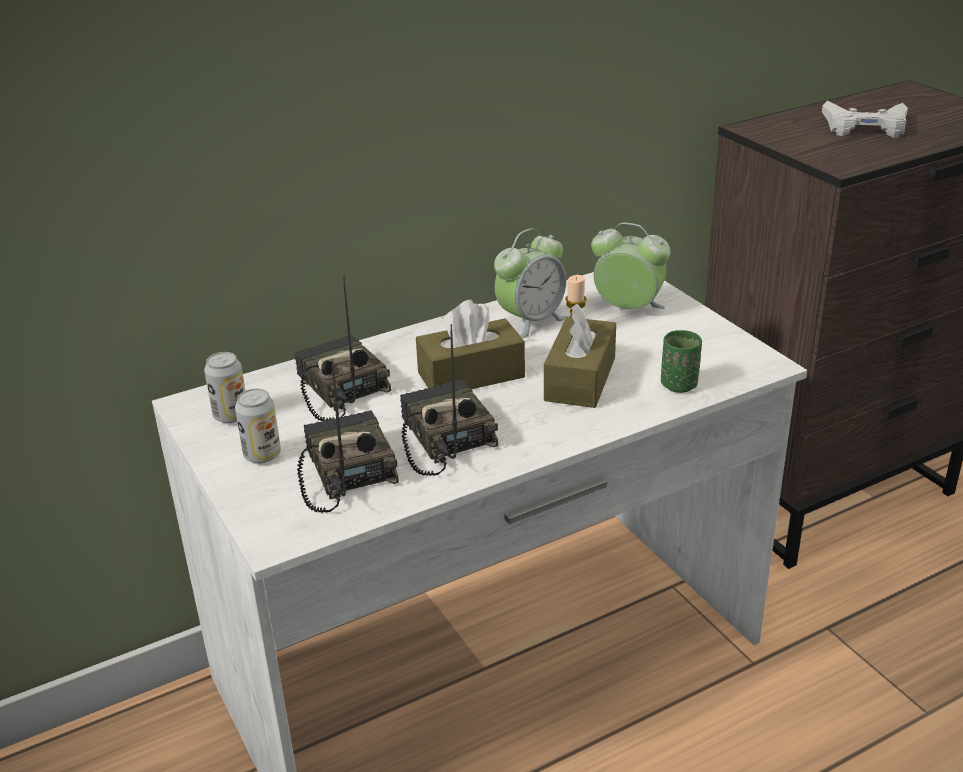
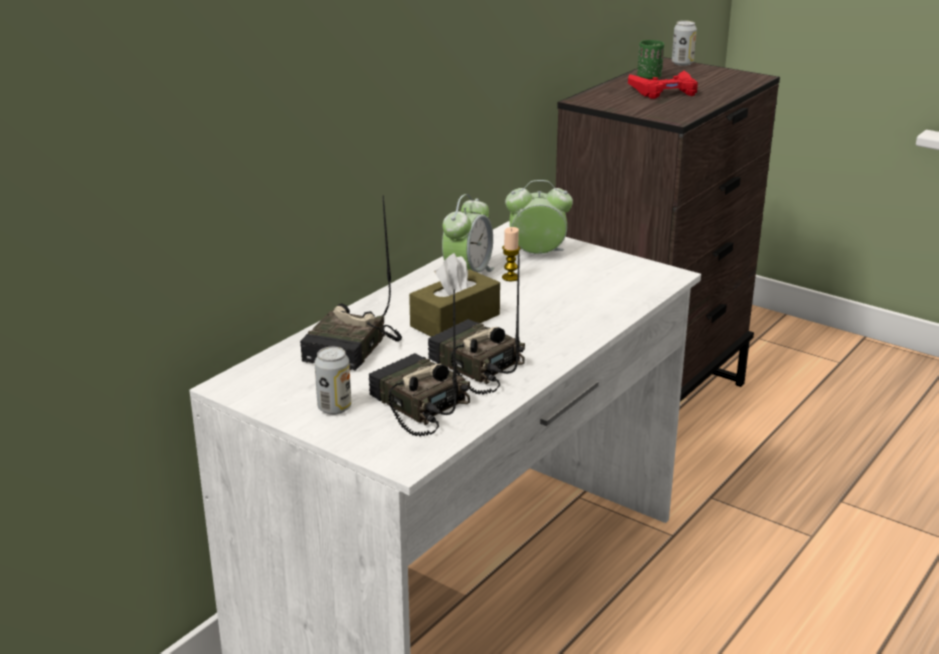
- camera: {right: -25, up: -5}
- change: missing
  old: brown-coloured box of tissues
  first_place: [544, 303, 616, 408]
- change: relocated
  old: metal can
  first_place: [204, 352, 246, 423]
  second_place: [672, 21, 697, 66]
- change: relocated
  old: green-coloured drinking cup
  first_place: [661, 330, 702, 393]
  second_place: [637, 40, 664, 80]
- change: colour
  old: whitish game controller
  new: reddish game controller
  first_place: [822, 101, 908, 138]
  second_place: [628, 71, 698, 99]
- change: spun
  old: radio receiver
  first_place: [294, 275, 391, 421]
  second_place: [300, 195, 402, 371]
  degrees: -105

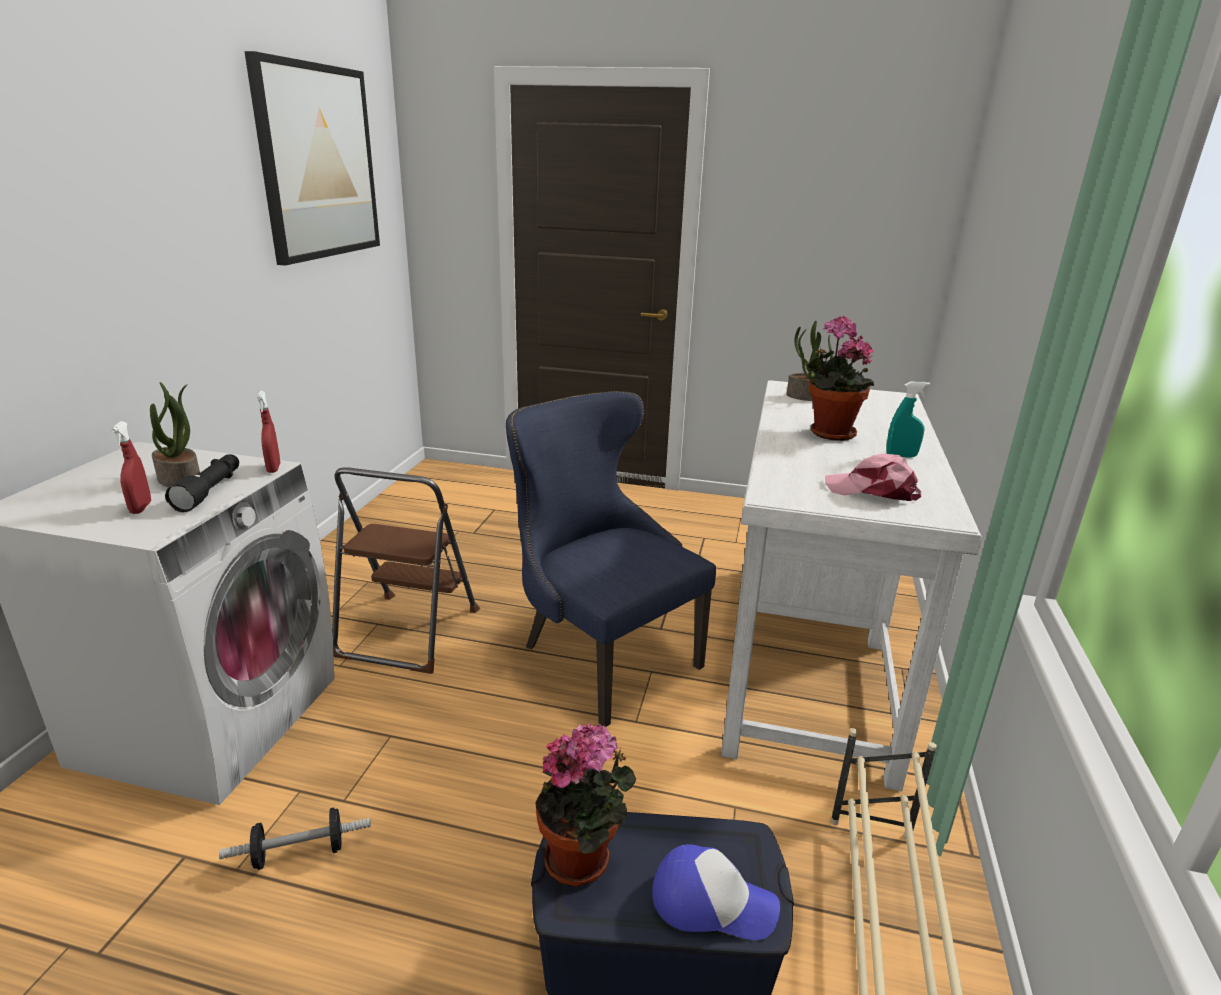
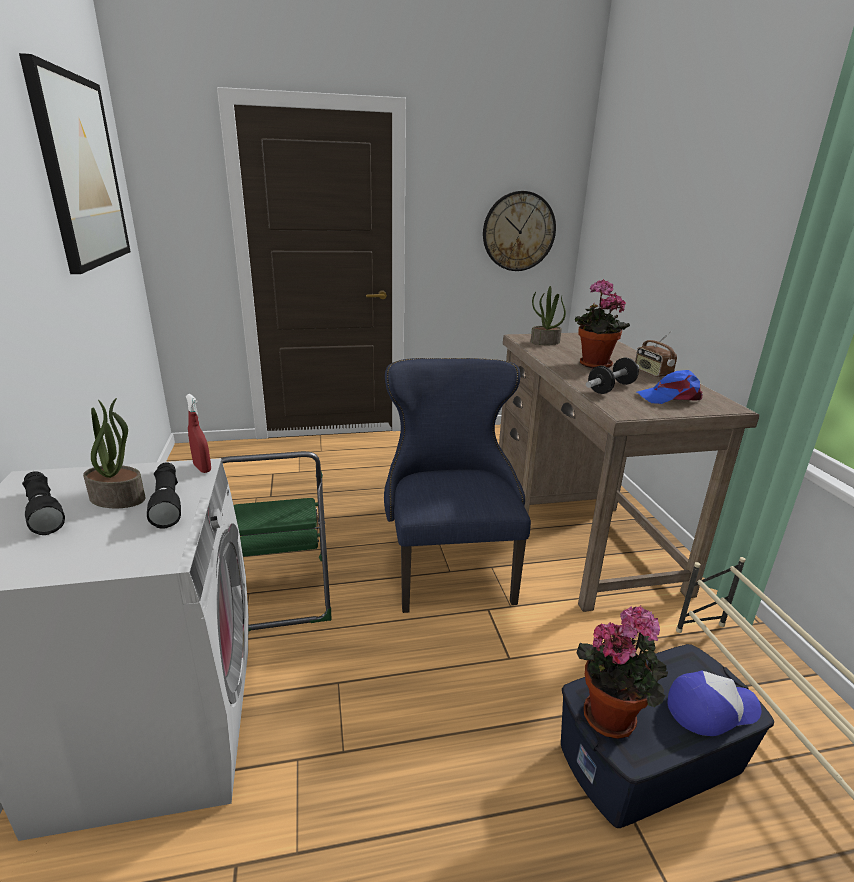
- camera: {right: -25, up: 0}
- change: missing
  old: reddish hand sprayer
  first_place: [111, 421, 151, 514]
- change: appeared
  new: black-coloured torch
  second_place: [22, 471, 65, 535]
- change: appeared
  new: wall clock
  second_place: [483, 191, 556, 271]
- change: relocated
  old: dumbbell
  first_place: [219, 808, 371, 870]
  second_place: [586, 357, 639, 394]
- change: exchanged
  old: blue-green hand sprayer
  new: radio receiver
  first_place: [886, 382, 930, 458]
  second_place: [635, 332, 677, 377]
- change: colour
  old: brown-coloured step ladder
  new: green-coloured step ladder
  first_place: [332, 467, 480, 674]
  second_place: [221, 451, 332, 631]
- change: colour
  old: whitish desk
  new: brown-coloured desk
  first_place: [721, 380, 982, 791]
  second_place: [499, 333, 759, 612]
- change: colour
  old: pinkish peaked cap
  new: blue peaked cap
  first_place: [825, 454, 921, 501]
  second_place: [637, 370, 703, 404]
- change: spun
  old: blue plain chair
  first_place: [506, 391, 716, 727]
  second_place: [384, 358, 531, 613]
  degrees: 60

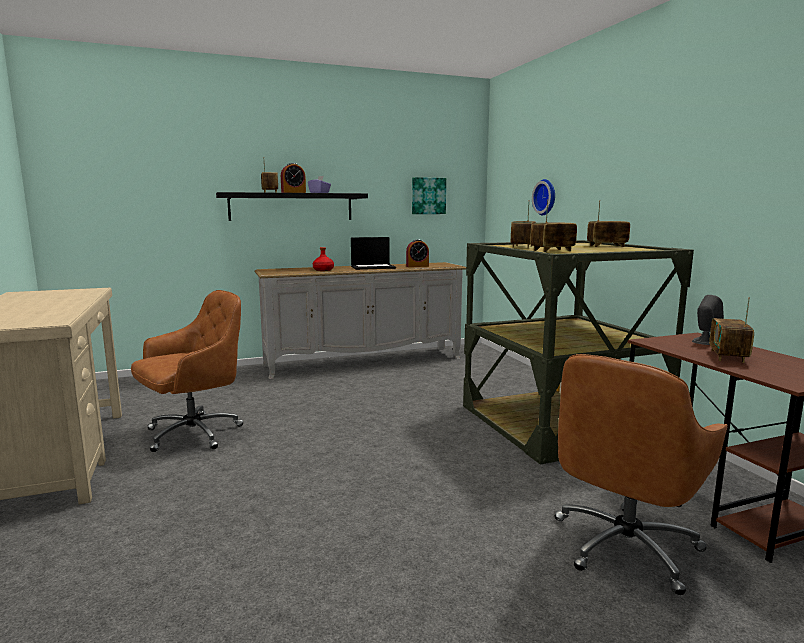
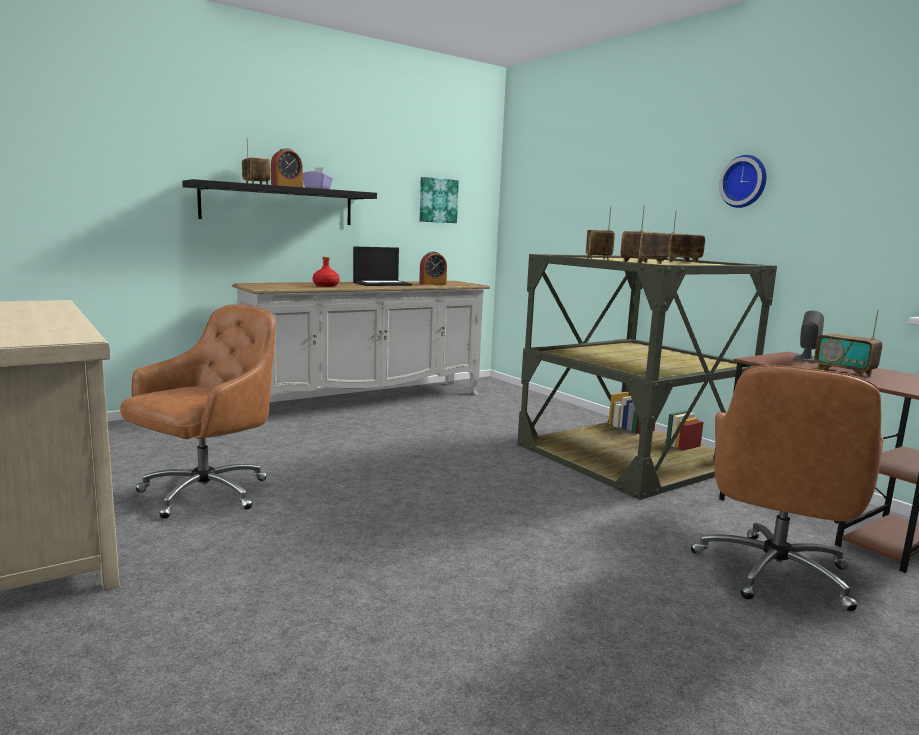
- camera: {right: -15, up: 0}
- change: relocated
  old: wall clock
  first_place: [532, 179, 555, 215]
  second_place: [719, 155, 767, 208]
- change: spun
  old: radio receiver
  first_place: [709, 297, 754, 363]
  second_place: [814, 310, 882, 378]
  degrees: -45

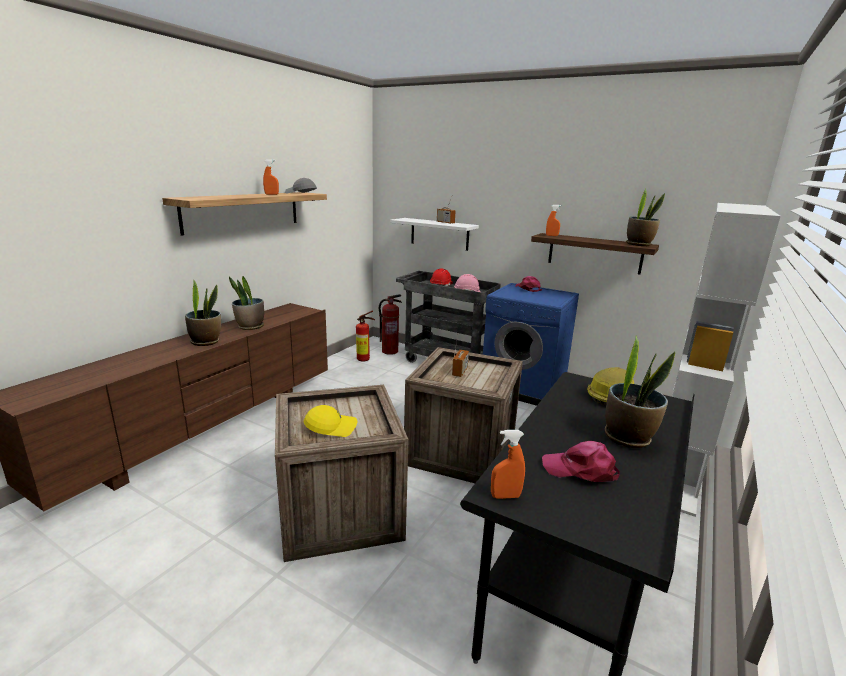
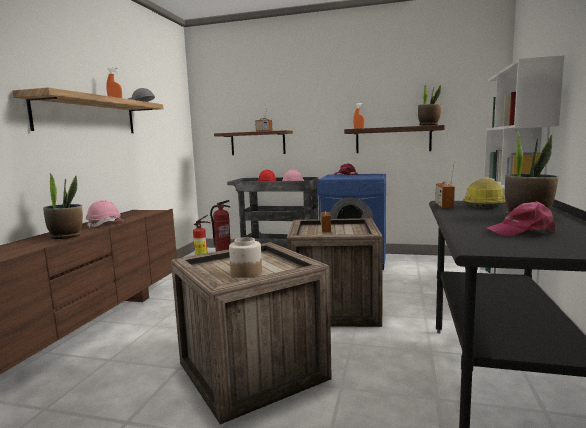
- camera: {right: -15, up: -10}
- change: missing
  old: orange hand sprayer
  first_place: [491, 430, 525, 499]
- change: appeared
  new: radio receiver
  second_place: [435, 161, 455, 209]
- change: exchanged
  old: houseplant
  new: pinkish hard hat
  first_place: [229, 276, 264, 330]
  second_place: [86, 200, 124, 228]
- change: exchanged
  old: yellow-coloured peaked cap
  new: storage jar
  first_place: [304, 405, 357, 437]
  second_place: [229, 237, 262, 278]
- change: colour
  old: whitish shelf
  new: brown-coloured shelf
  first_place: [390, 218, 479, 251]
  second_place: [214, 130, 293, 155]

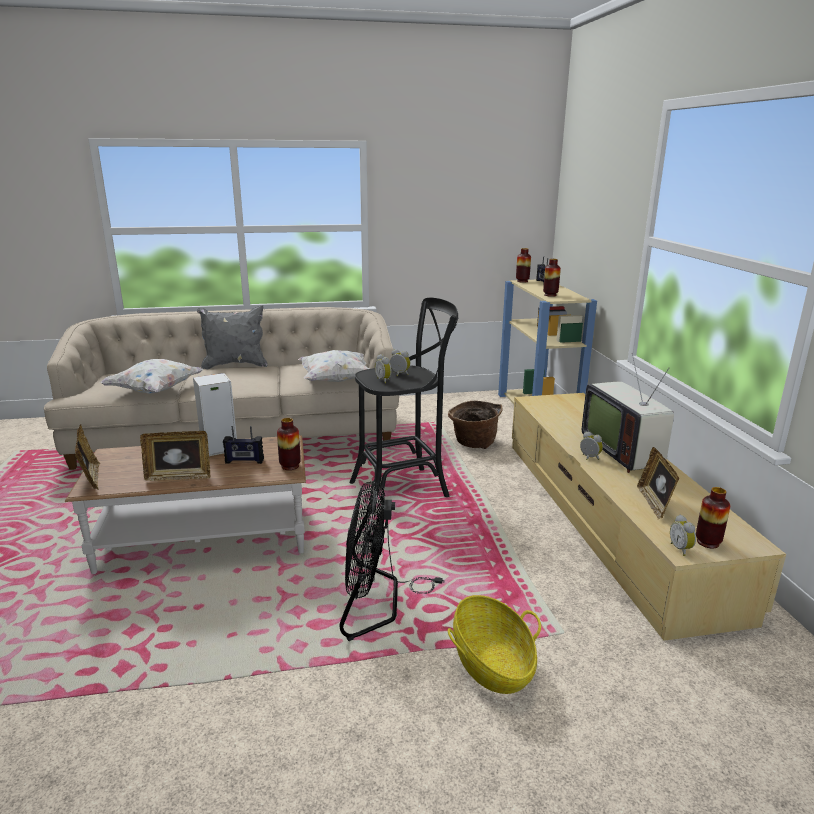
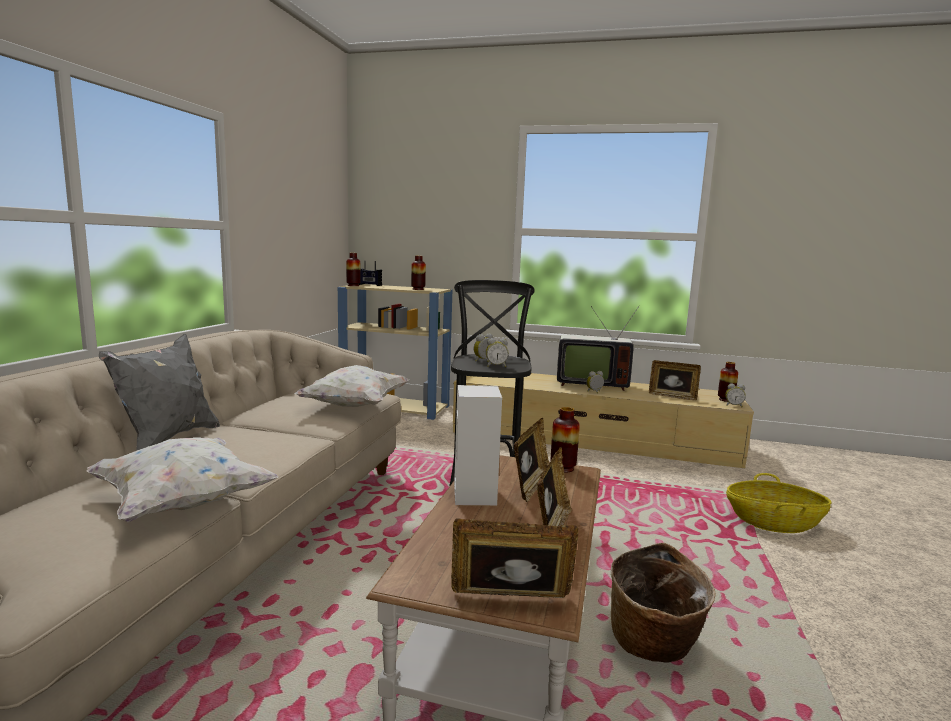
- camera: {right: -65, up: -10}
- change: missing
  old: black-coloured cooling fan
  first_place: [340, 480, 445, 641]
- change: relocated
  old: storage basket
  first_place: [448, 400, 503, 449]
  second_place: [611, 543, 716, 663]
- change: exchanged
  old: radio receiver
  new: picture frame
  first_place: [223, 426, 264, 464]
  second_place: [514, 418, 550, 503]

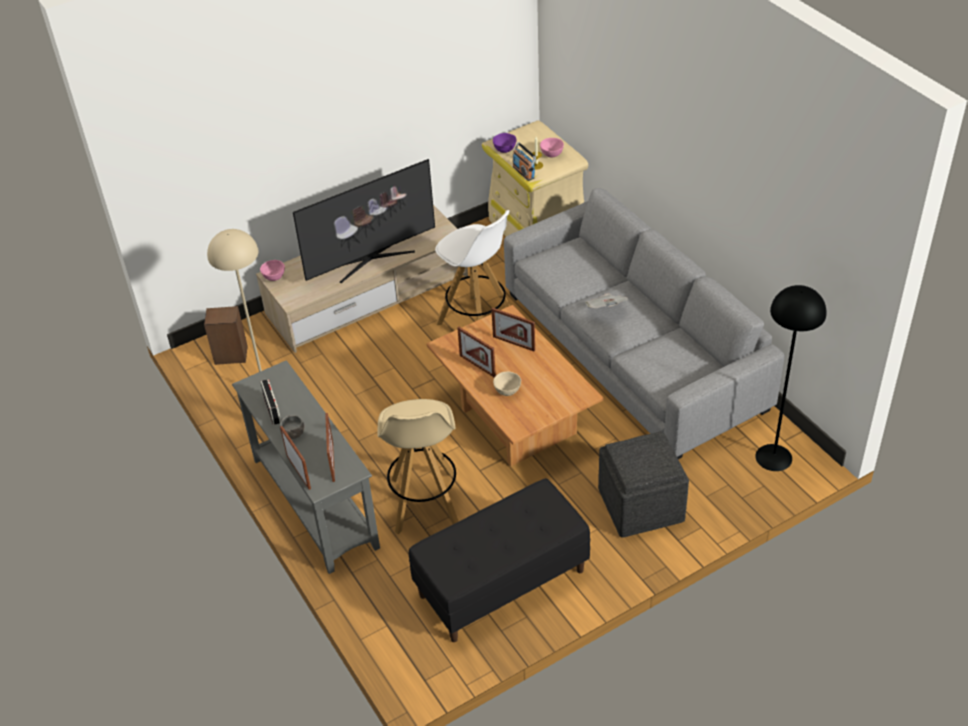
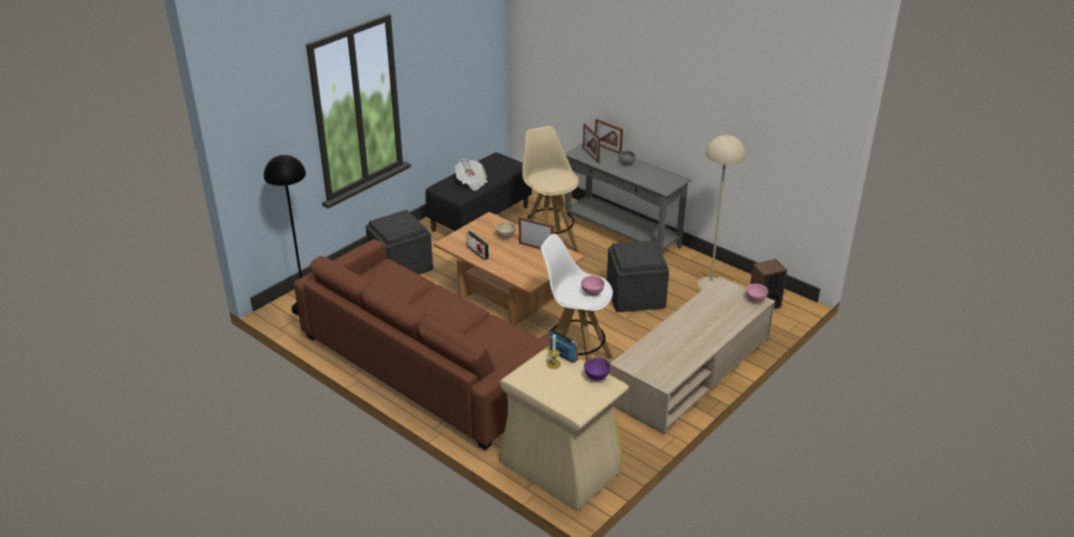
- camera: {right: 160, up: -10}
- change: missing
  old: television
  first_place: [293, 159, 435, 283]
- change: missing
  old: picture frame
  first_place: [491, 308, 535, 352]
- change: appeared
  new: grey ottoman
  second_place: [607, 240, 669, 312]
- change: relocated
  old: radio receiver
  first_place: [261, 379, 281, 425]
  second_place: [466, 231, 489, 260]
- change: relocated
  old: pinkish deep dish
  first_place: [540, 138, 564, 158]
  second_place: [581, 276, 605, 296]
- change: relocated
  old: newspaper
  first_place: [585, 293, 628, 308]
  second_place: [455, 158, 488, 191]
- change: colour
  old: grey sofa
  new: brown-coloured sofa
  first_place: [504, 188, 785, 459]
  second_place: [294, 239, 550, 450]

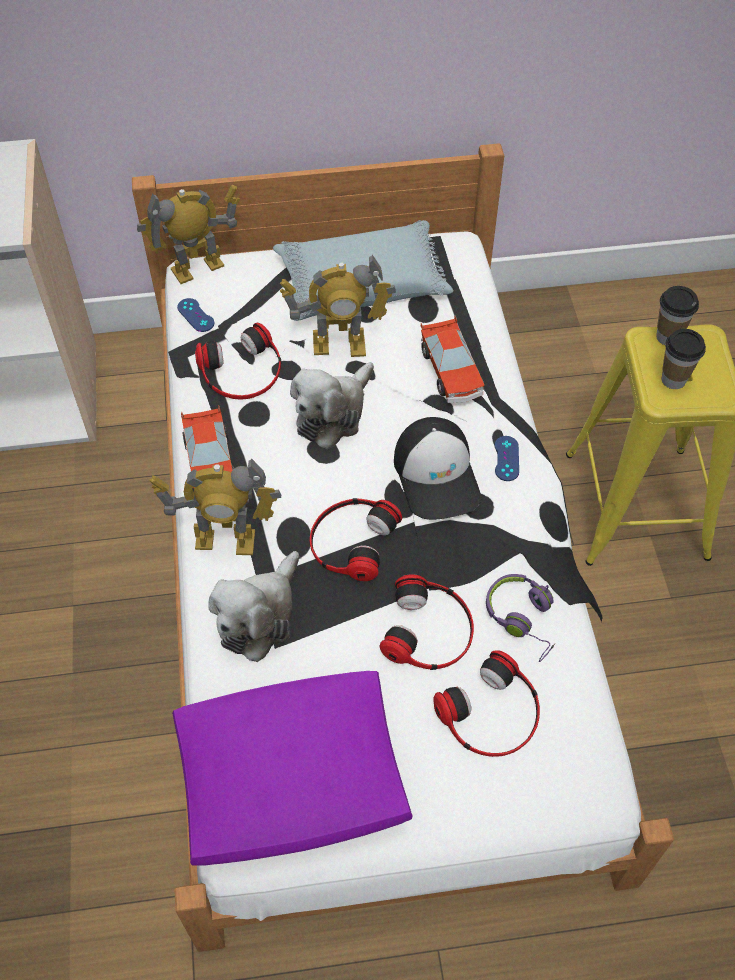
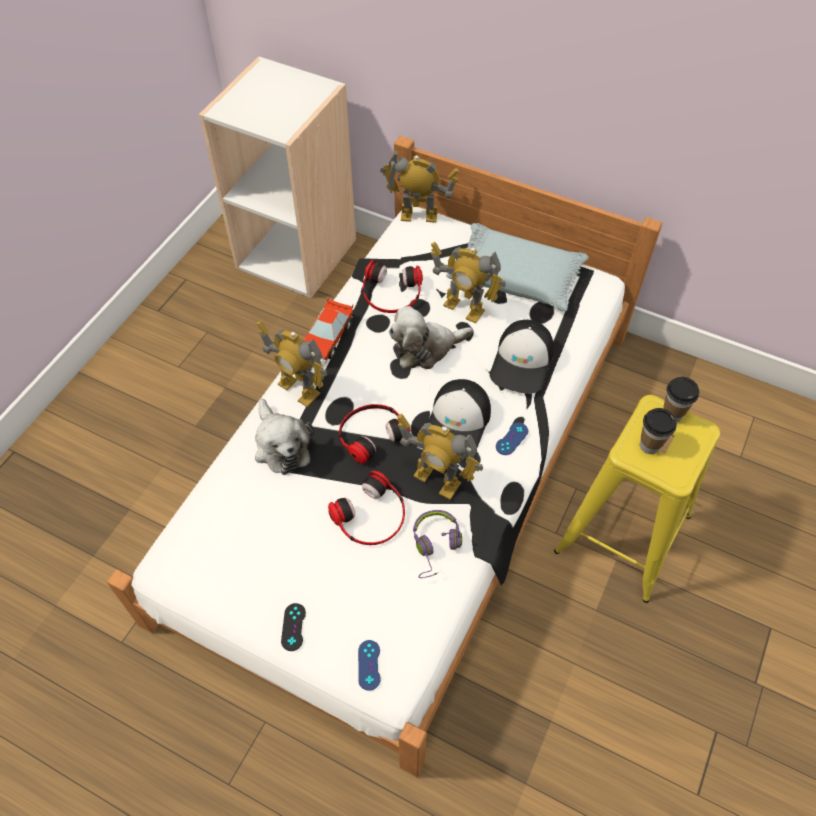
- camera: {right: 35, up: 0}
- change: missing
  old: purple cushion
  first_place: [172, 671, 413, 865]
- change: missing
  old: headset
  first_place: [433, 650, 540, 757]
- change: appeared
  new: black-coloured game controller
  second_place: [281, 603, 306, 651]
- change: appeared
  new: robot figure
  second_place: [397, 414, 483, 500]
- change: relocated
  old: blue game controller
  first_place: [177, 298, 214, 332]
  second_place: [358, 640, 381, 691]
- change: exchanged
  old: miniature car
  new: peaked cap
  first_place: [421, 316, 485, 403]
  second_place: [490, 320, 554, 394]
- change: spun
  old: plush toy
  first_place: [208, 551, 299, 662]
  second_place: [255, 399, 314, 475]
  degrees: -90

